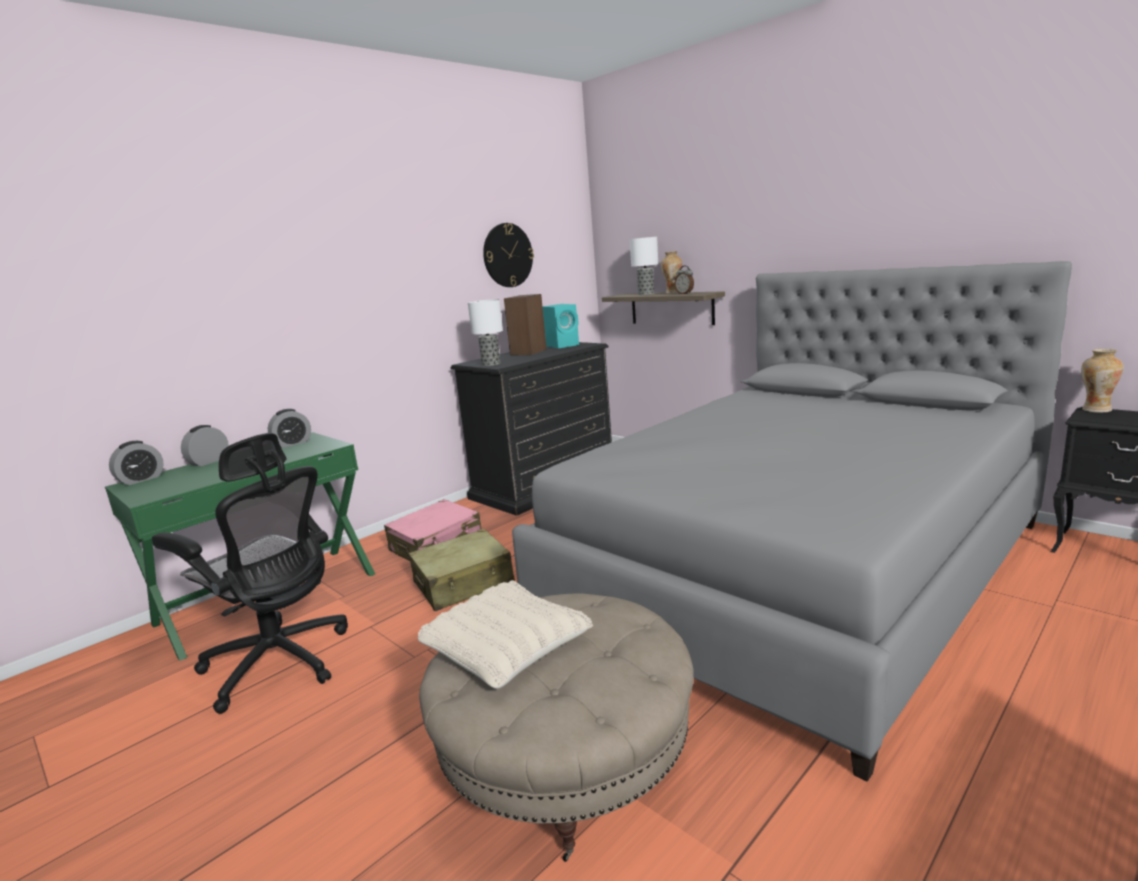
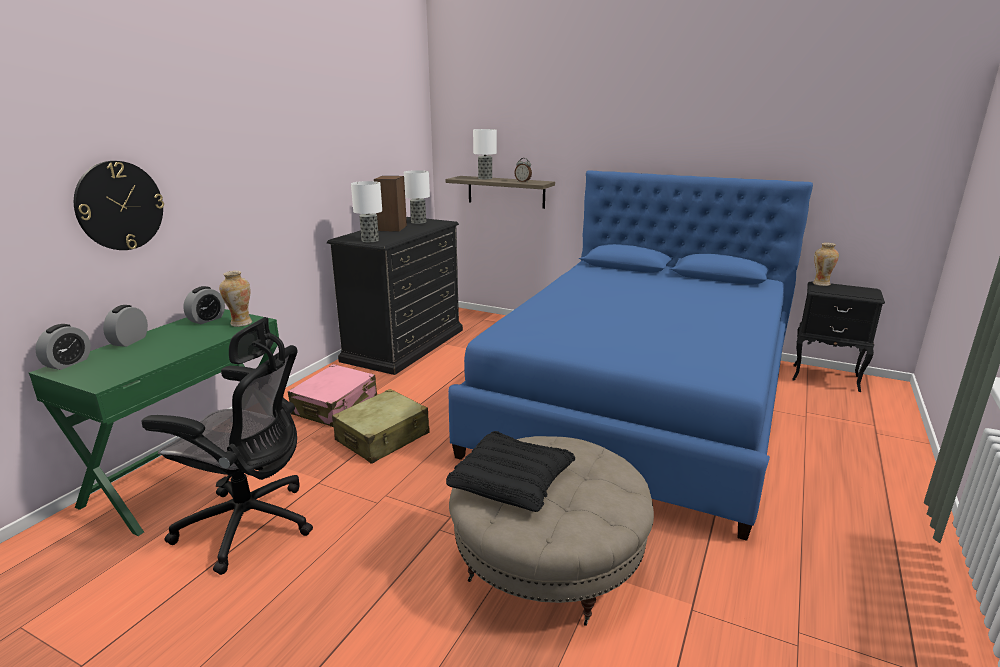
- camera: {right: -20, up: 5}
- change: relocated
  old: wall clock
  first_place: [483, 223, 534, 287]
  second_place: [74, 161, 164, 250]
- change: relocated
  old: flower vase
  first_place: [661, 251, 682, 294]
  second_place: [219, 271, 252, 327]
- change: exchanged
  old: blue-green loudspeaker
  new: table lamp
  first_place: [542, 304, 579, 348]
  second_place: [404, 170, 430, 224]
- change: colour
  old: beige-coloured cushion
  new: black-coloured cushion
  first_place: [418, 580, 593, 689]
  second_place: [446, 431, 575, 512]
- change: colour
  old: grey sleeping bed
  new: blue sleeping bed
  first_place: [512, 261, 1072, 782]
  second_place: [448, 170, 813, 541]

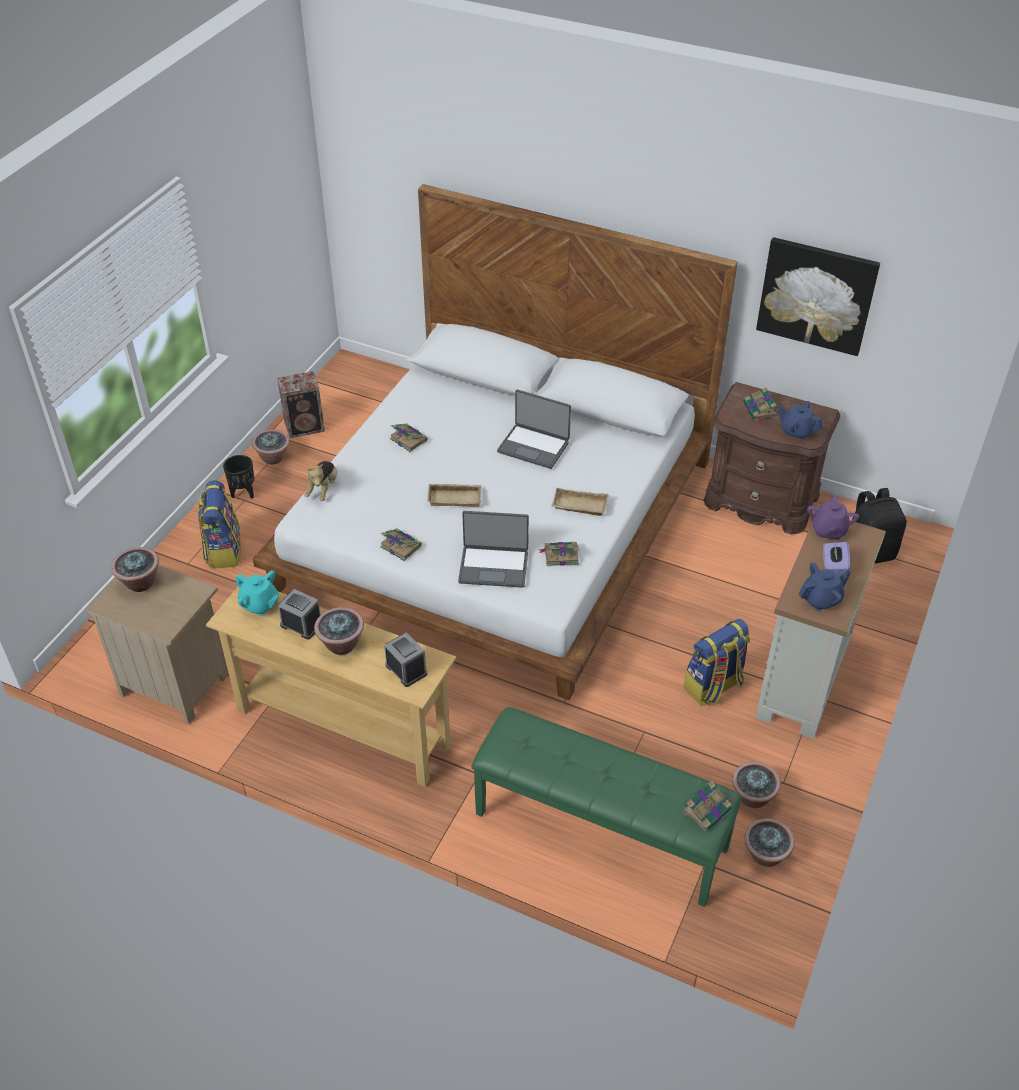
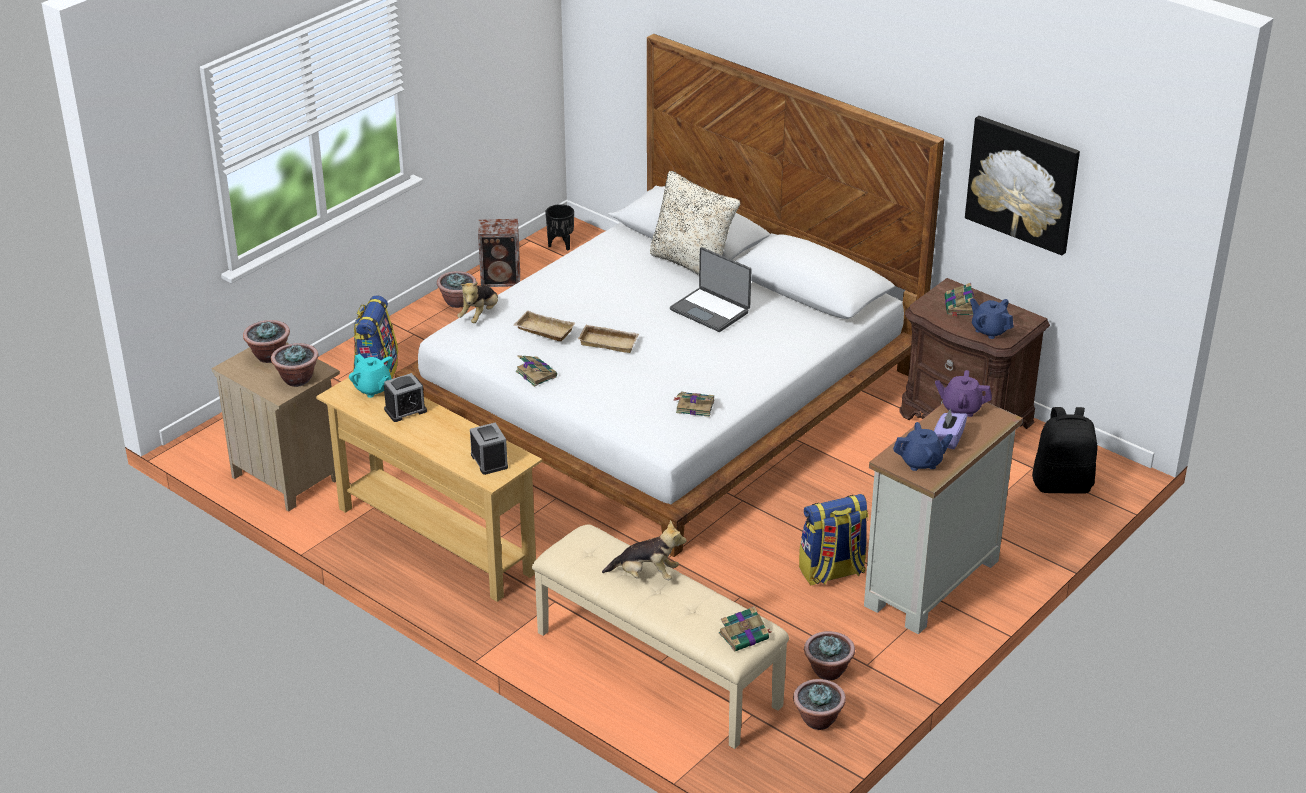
- camera: {right: 15, up: -10}
- change: missing
  old: volume
  first_place: [390, 423, 428, 452]
- change: missing
  old: portable computer
  first_place: [458, 511, 529, 588]
- change: appeared
  new: plush toy
  second_place: [602, 520, 687, 580]
- change: appeared
  new: beige-coloured cushion
  second_place: [650, 170, 740, 275]
- change: relocated
  old: black-coloured flower pot
  first_place: [223, 455, 254, 499]
  second_place: [545, 204, 574, 251]
- change: relocated
  old: houseplant
  first_place: [314, 607, 364, 655]
  second_place: [271, 343, 318, 387]
- change: relocated
  old: beige-coloured tray
  first_place: [551, 488, 609, 516]
  second_place: [513, 310, 575, 341]
- change: colour
  old: green-coloured long seat
  new: beige-coloured long seat
  first_place: [472, 707, 742, 907]
  second_place: [532, 524, 789, 749]
- change: spun
  old: bedside clock
  first_place: [278, 589, 321, 640]
  second_place: [384, 373, 427, 422]
  degrees: 105
- change: spun
  old: purple pot for tea
  first_place: [807, 494, 859, 540]
  second_place: [935, 370, 992, 417]
  degrees: 75

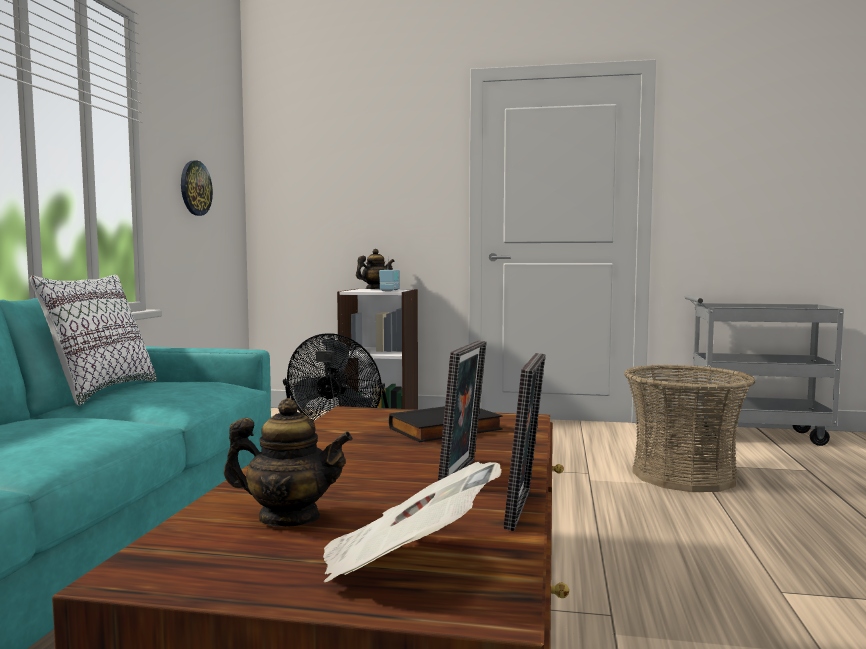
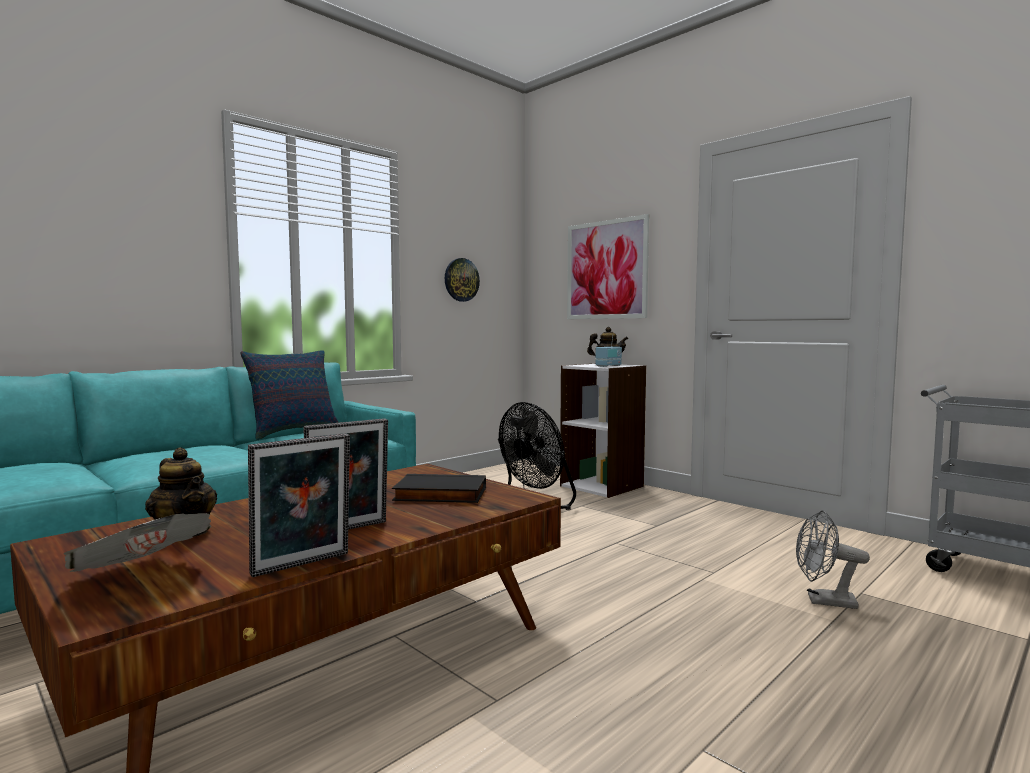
- camera: {right: 35, up: 0}
- change: appeared
  new: wall picture
  second_place: [567, 214, 649, 319]
- change: exchanged
  old: storage basket
  new: grey cooling fan
  first_place: [624, 364, 755, 492]
  second_place: [796, 510, 870, 609]
- change: colour
  old: whitish cushion
  new: blue cushion
  first_place: [30, 275, 157, 405]
  second_place: [240, 350, 339, 440]

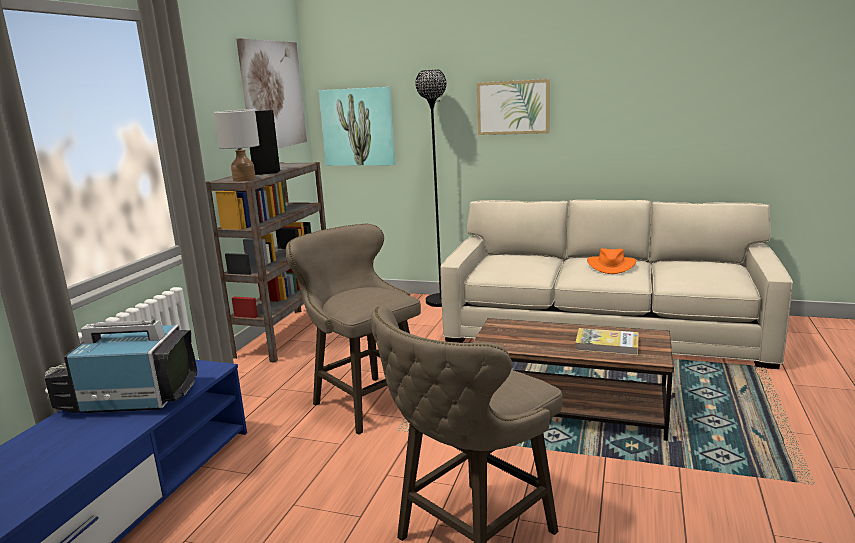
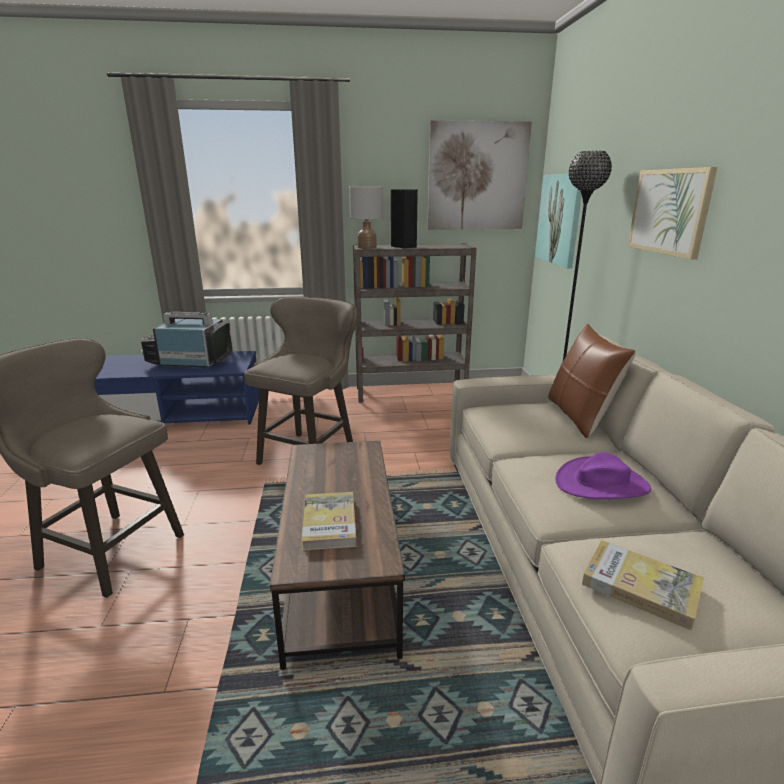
- camera: {right: 65, up: 5}
- change: appeared
  new: brown-coloured cushion
  second_place: [548, 323, 635, 438]
- change: appeared
  new: volume
  second_place: [582, 540, 704, 630]
- change: colour
  old: orange clothing hat
  new: purple clothing hat
  first_place: [587, 248, 636, 274]
  second_place: [555, 452, 651, 499]
- change: spun
  old: television
  first_place: [45, 319, 197, 413]
  second_place: [141, 312, 232, 368]
  degrees: -60

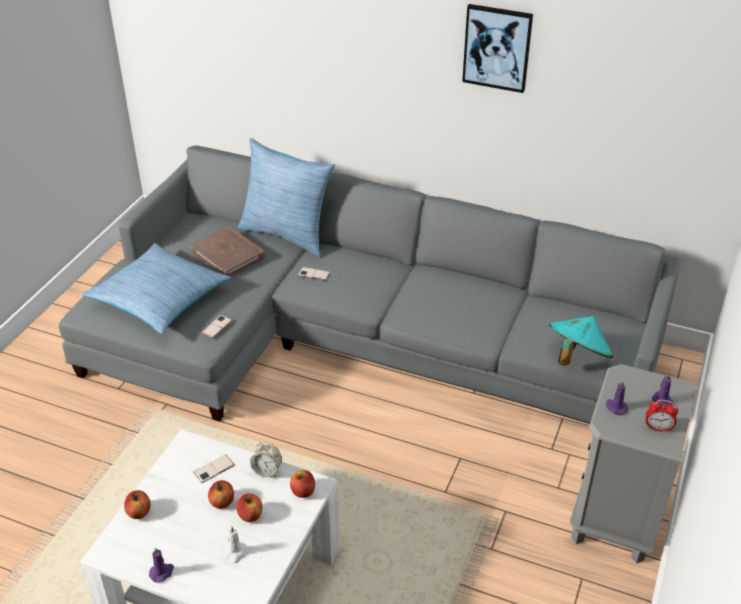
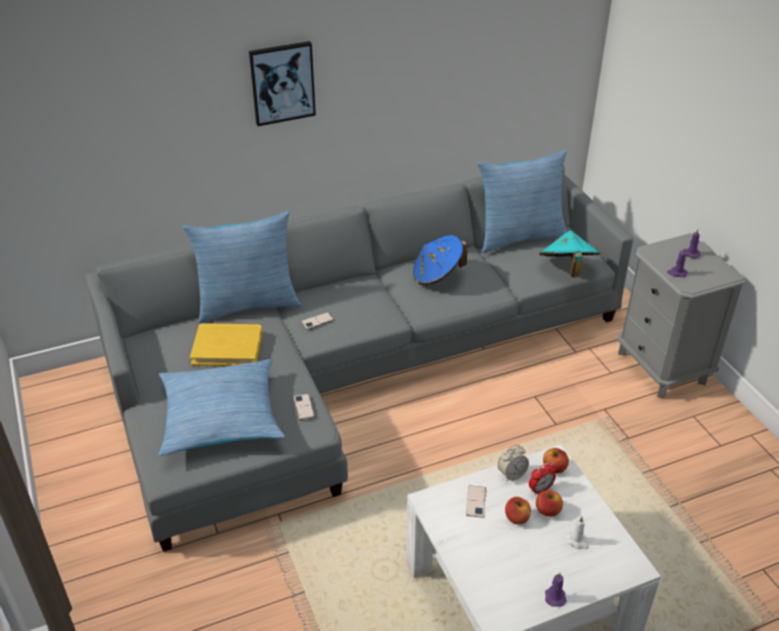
- camera: {right: -45, up: 0}
- change: missing
  old: apple
  first_place: [124, 490, 151, 519]
- change: appeared
  new: blue clothing hat
  second_place: [413, 235, 467, 285]
- change: appeared
  new: cushion
  second_place: [477, 150, 567, 253]
- change: relocated
  old: wall picture
  first_place: [462, 4, 533, 93]
  second_place: [249, 41, 316, 126]
- change: relocated
  old: bedside clock
  first_place: [646, 400, 678, 432]
  second_place: [529, 462, 556, 495]
- change: colour
  old: brown-coloured volume
  new: yellow-coloured volume
  first_place: [191, 227, 265, 277]
  second_place: [190, 323, 262, 366]

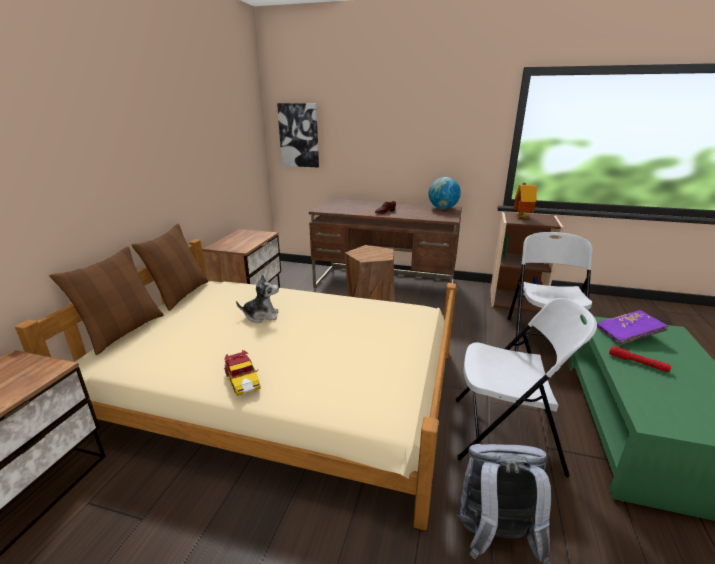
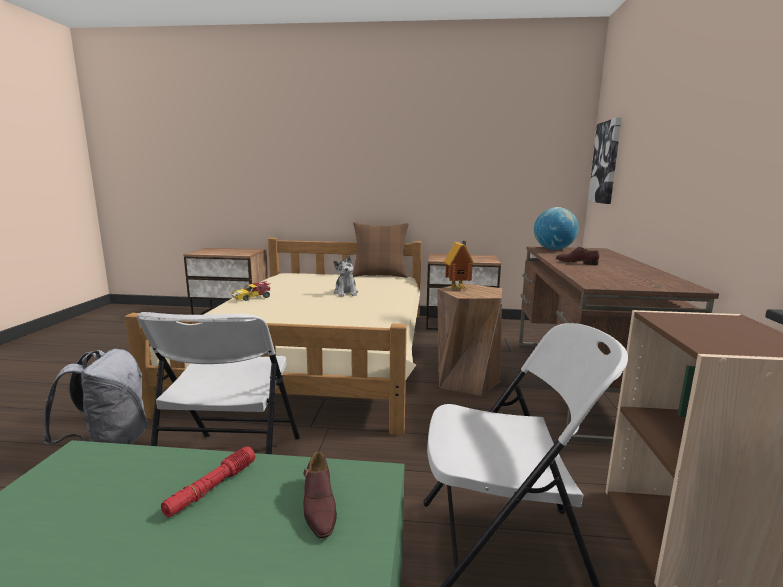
- camera: {right: 80, up: -10}
- change: missing
  old: brown-coloured cushion
  first_place: [49, 246, 164, 355]
- change: relocated
  old: world globe
  first_place: [428, 177, 461, 209]
  second_place: [534, 207, 579, 250]
- change: relocated
  old: model house
  first_place: [514, 183, 537, 219]
  second_place: [444, 241, 475, 289]
- change: exchanged
  old: purple volume
  new: brown-coloured shoe
  first_place: [597, 310, 669, 345]
  second_place: [303, 452, 337, 538]

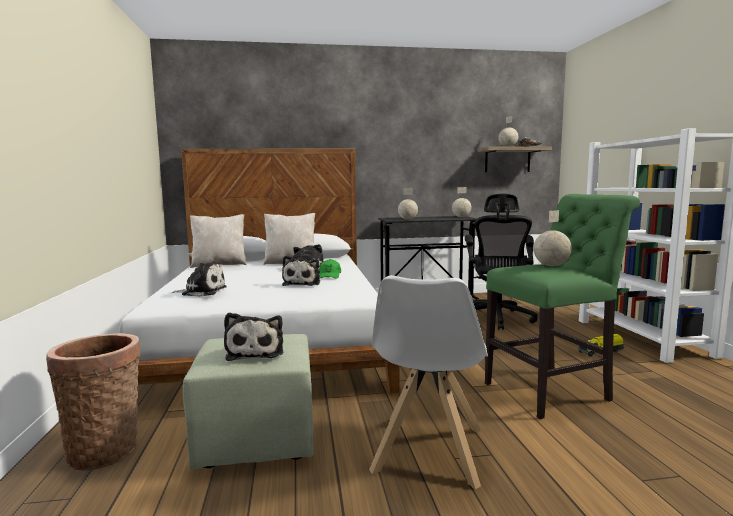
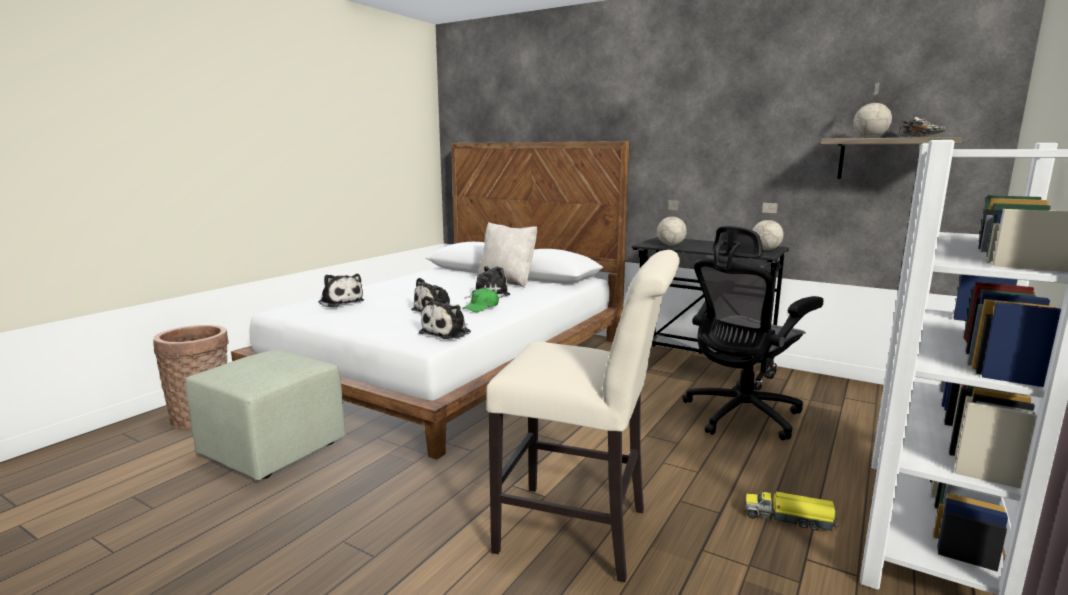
- camera: {right: 40, up: 5}
- change: missing
  old: beige-coloured cushion
  first_place: [190, 214, 247, 268]
- change: missing
  old: plain chair
  first_place: [369, 275, 488, 489]
- change: missing
  old: world globe
  first_place: [533, 210, 572, 266]
- change: relocated
  old: plush toy
  first_place: [224, 312, 283, 361]
  second_place: [419, 296, 471, 339]
- change: colour
  old: green-coloured sitting stool
  new: beige-coloured sitting stool
  first_place: [485, 194, 640, 419]
  second_place: [486, 250, 680, 582]

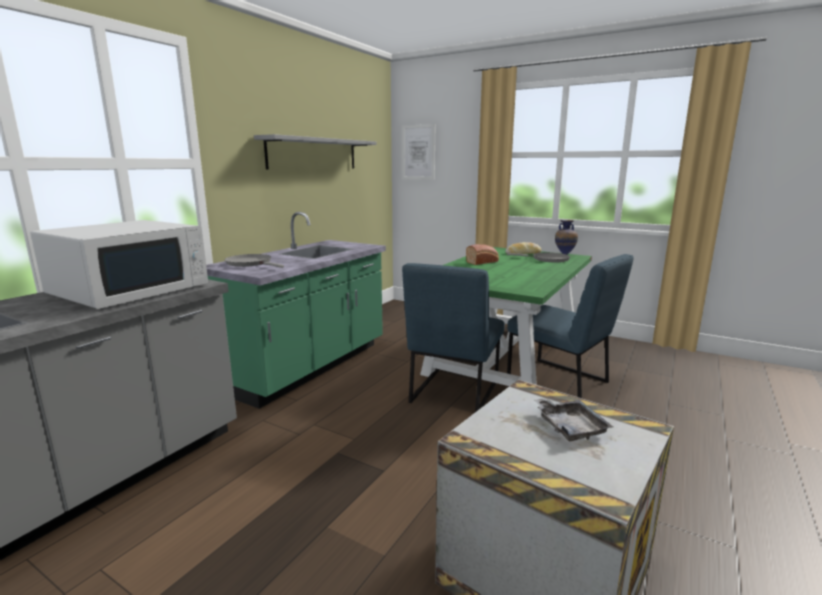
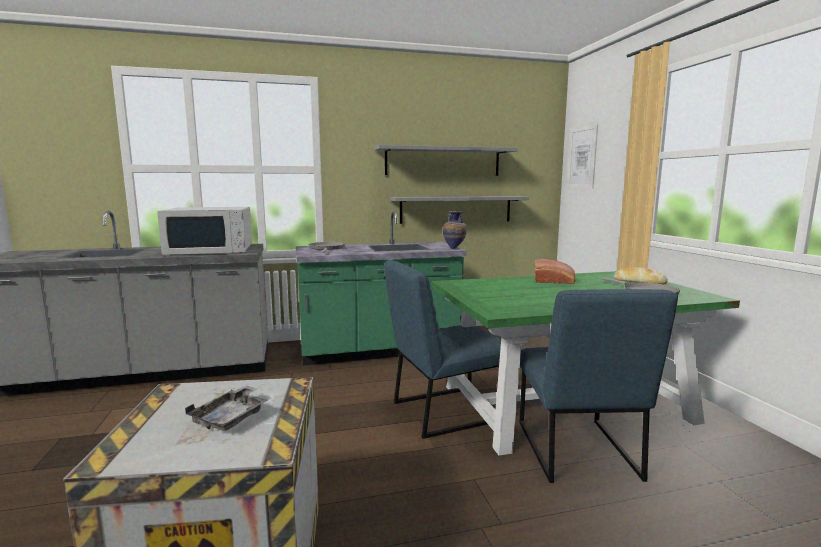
- camera: {right: 45, up: -5}
- change: appeared
  new: grey shelf
  second_place: [390, 196, 529, 224]
- change: relocated
  old: flower vase
  first_place: [555, 220, 578, 255]
  second_place: [443, 211, 467, 249]

